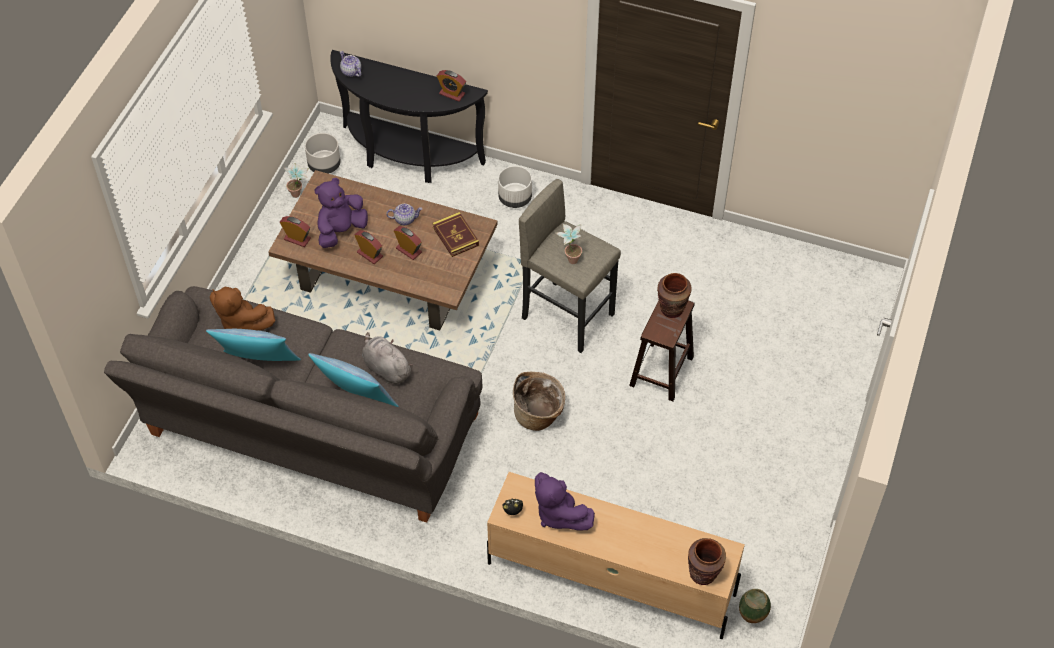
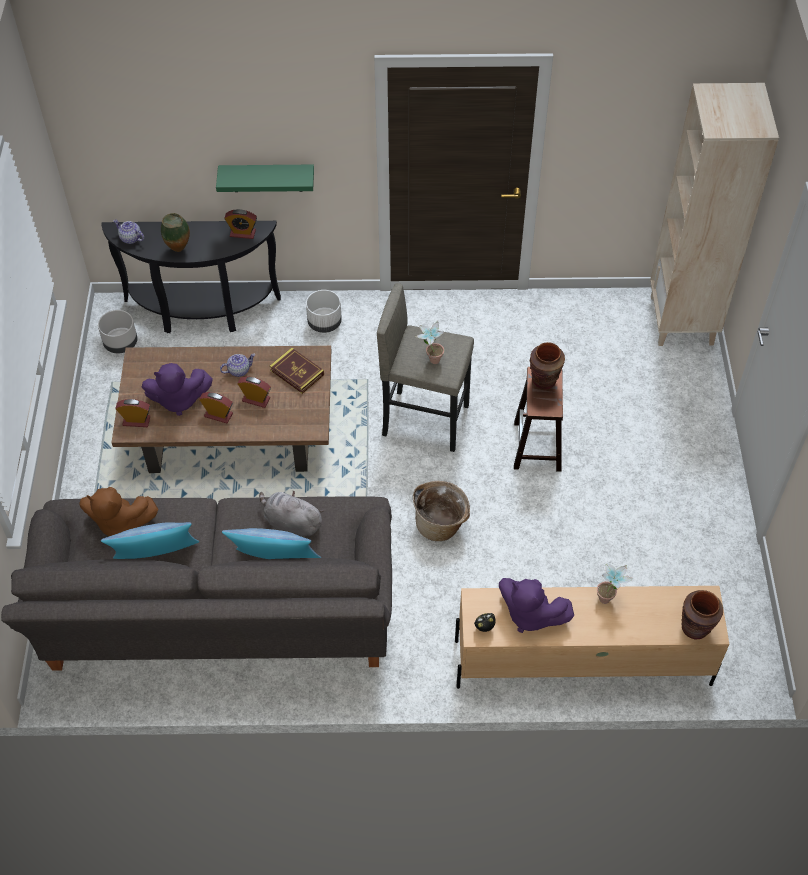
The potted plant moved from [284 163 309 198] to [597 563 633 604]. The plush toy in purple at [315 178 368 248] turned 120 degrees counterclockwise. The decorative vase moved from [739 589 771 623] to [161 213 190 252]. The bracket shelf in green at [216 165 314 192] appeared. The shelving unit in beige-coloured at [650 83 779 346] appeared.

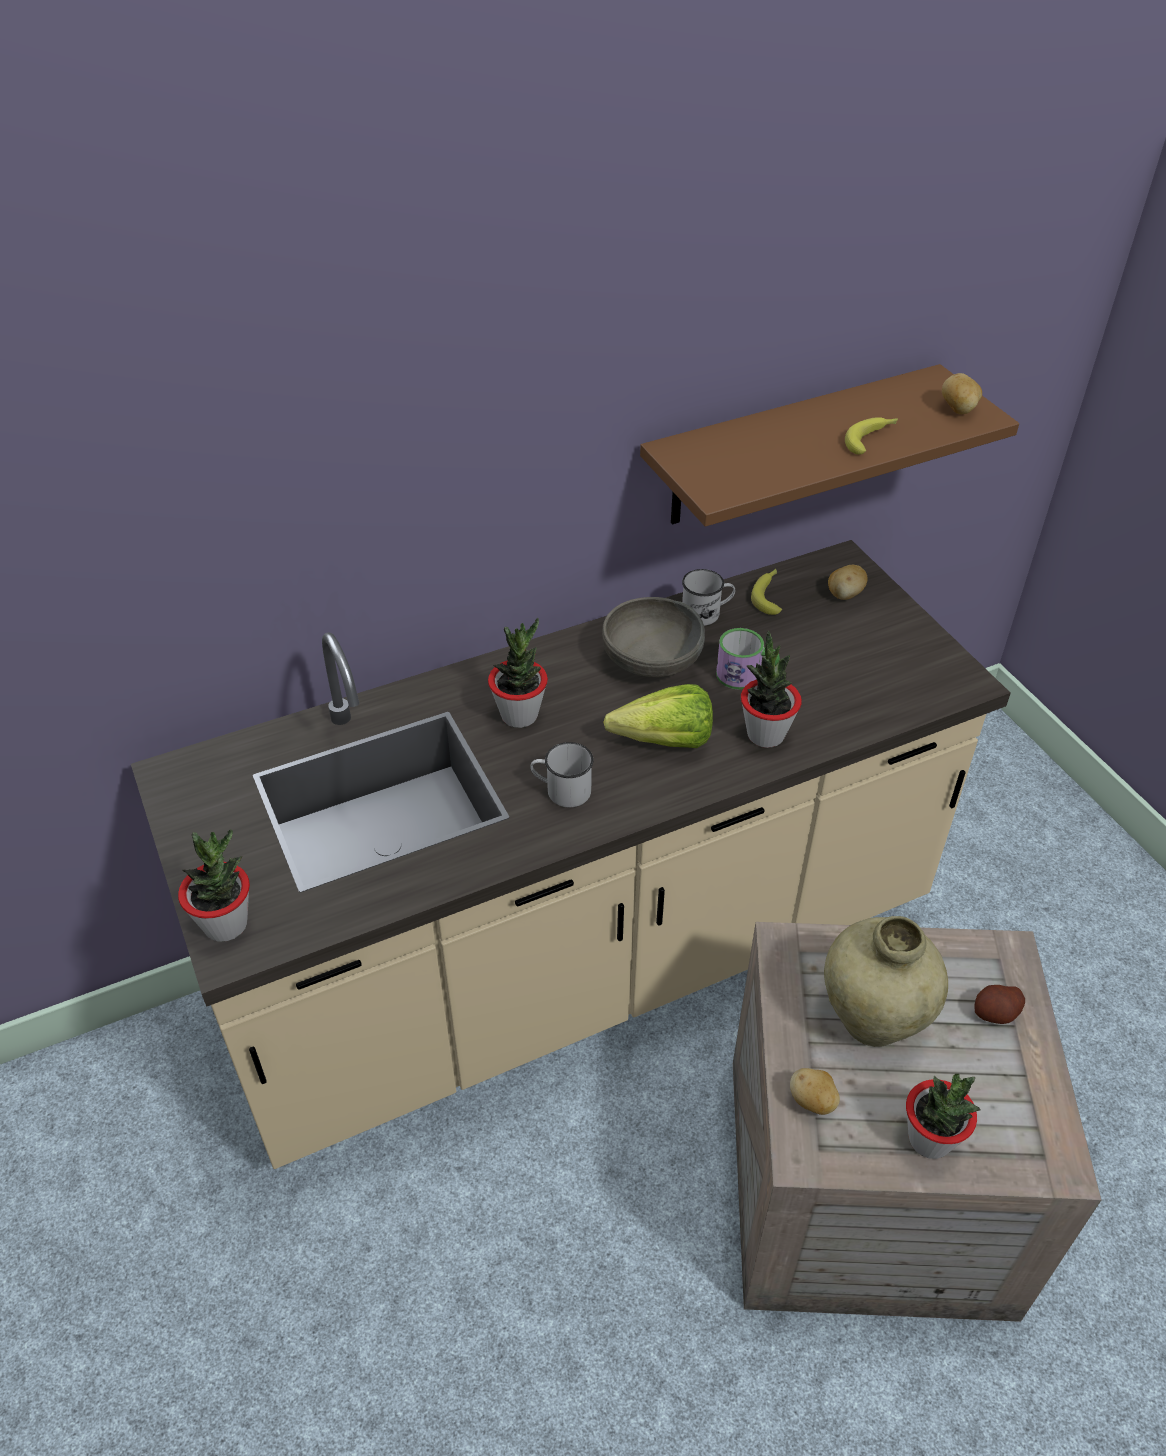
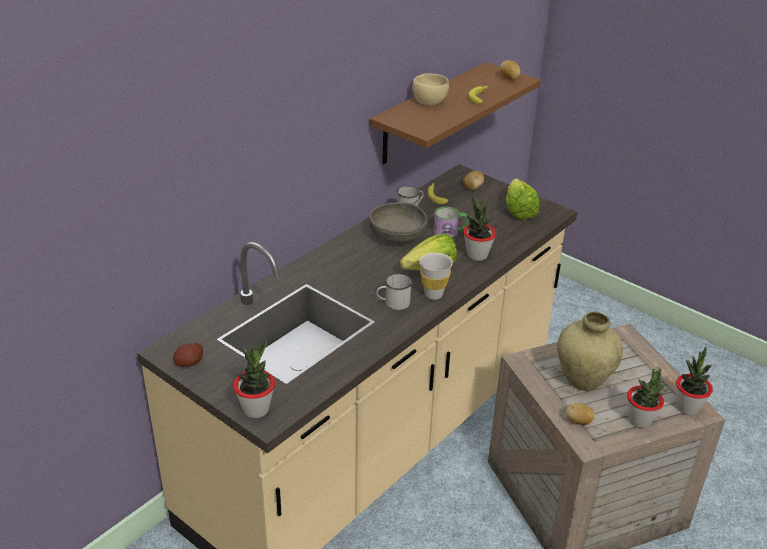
The potted plant moved from [488 618 548 728] to [676 347 713 415]. The spud moved from [975 985 1025 1024] to [173 343 203 367]. The bowl in beige-coloured at [412 73 449 106] appeared. The drinking cup in white-coloured at [419 252 453 300] appeared. The lettuce at [506 178 539 220] appeared.

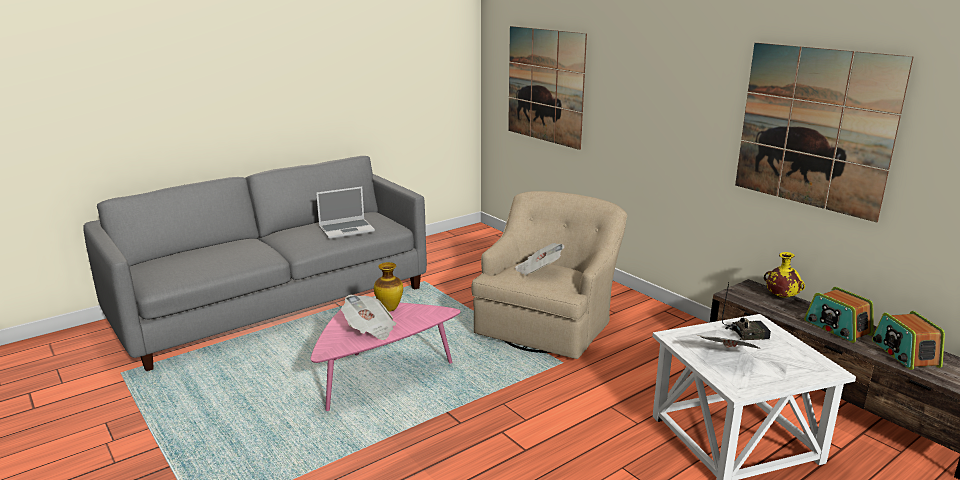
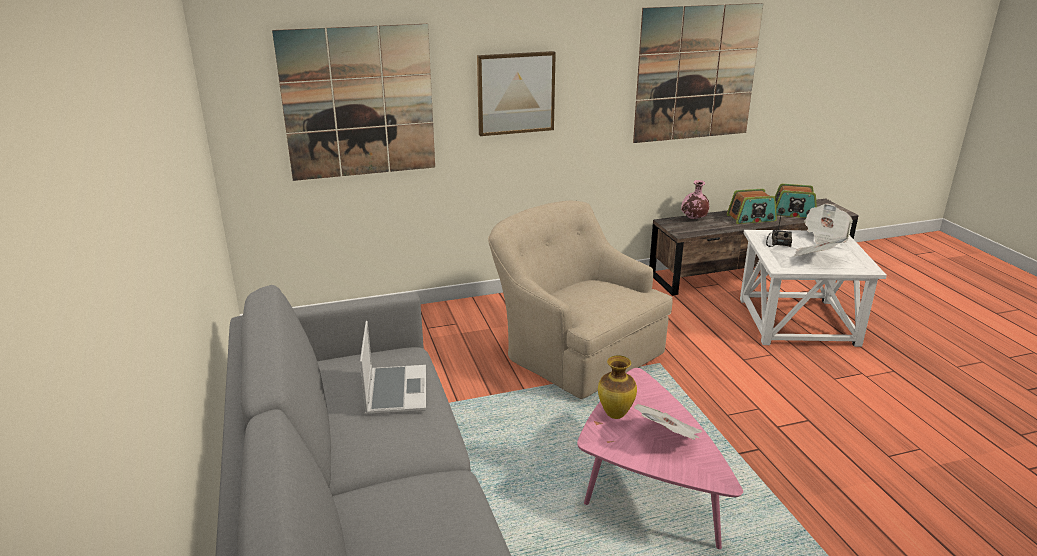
The printed paper moved from [515 243 565 276] to [804 204 853 244]. The decorative vase in yellowish at [764 252 805 298] became the decorative vase in pinkish at [681 180 709 219]. The picture at [477 51 556 136] appeared.

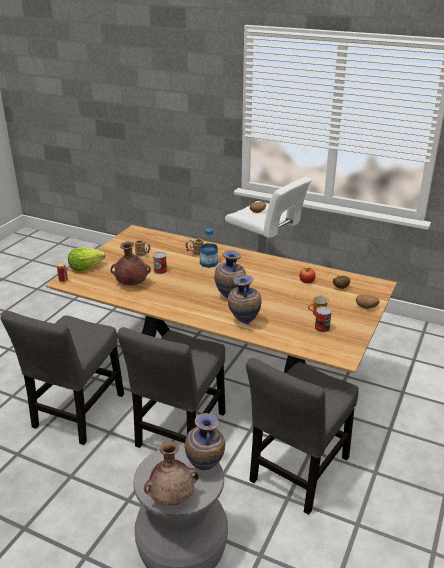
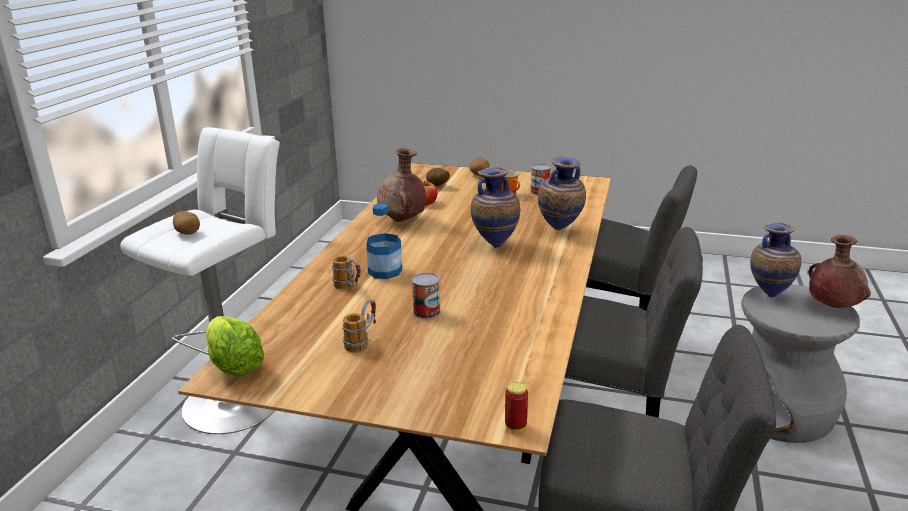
The lettuce moved from [68 248 105 271] to [206 316 264 376]. The decorative vase in brownish moved from [111 241 151 286] to [377 148 426 222].

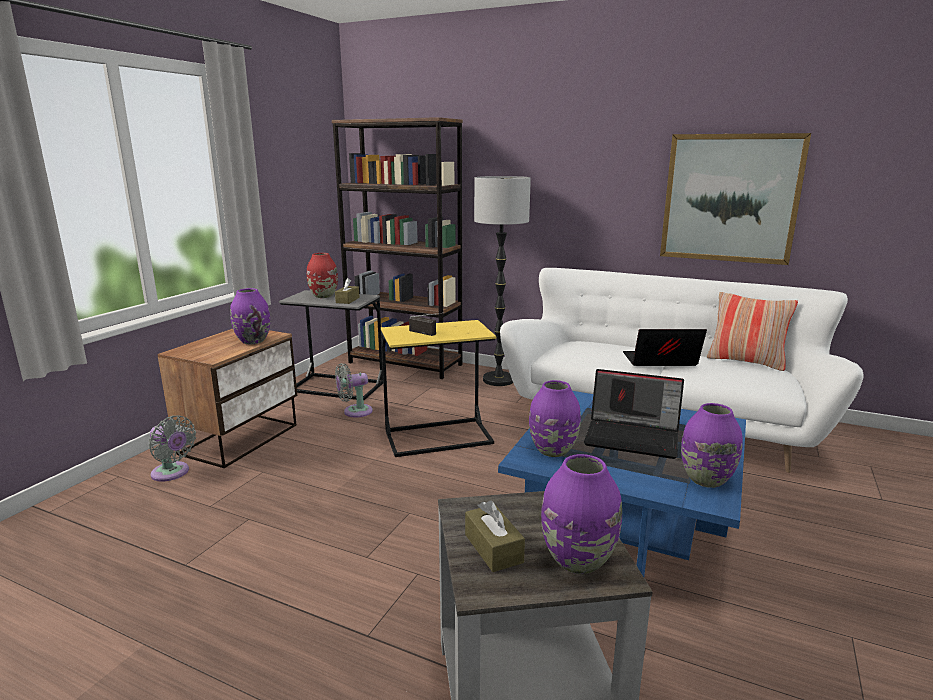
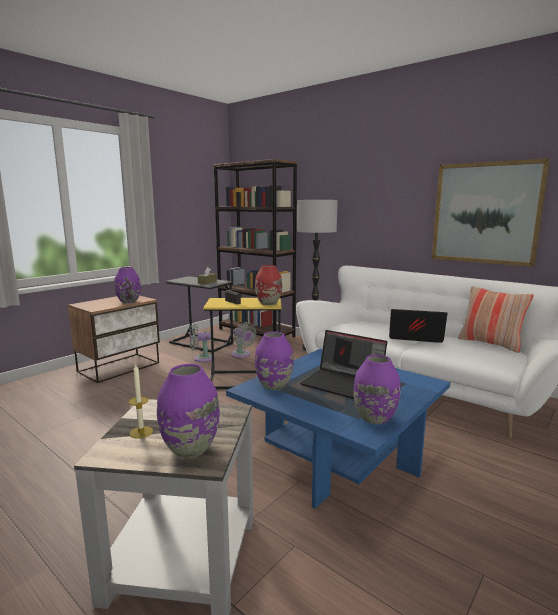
The electric fan in gray moved from [149 416 196 482] to [231 322 257 358]. The decorative vase in red-coloured moved from [307 253 338 298] to [255 265 282 305]. The tissue holder in brownish at [465 500 525 572] was replaced by the wax candle at [128 363 153 438].

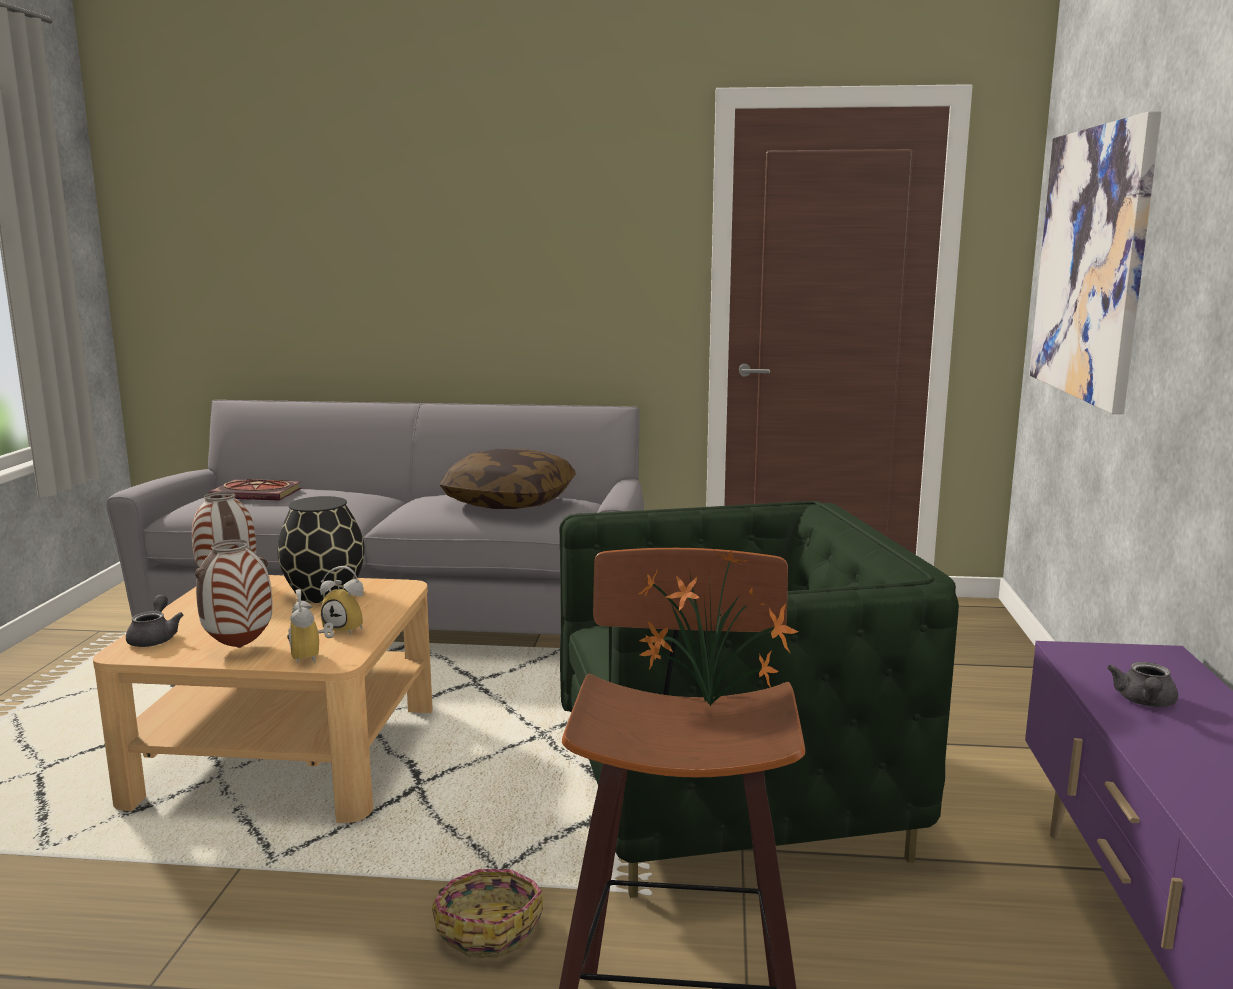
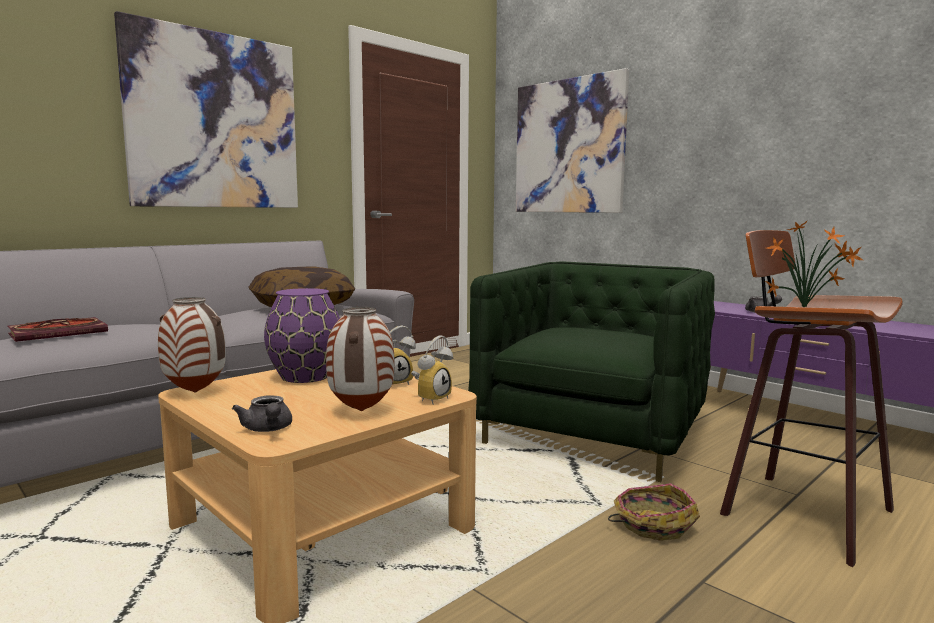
The pot for tea in gray at [126 595 183 647] turned 150 degrees counterclockwise. The decorative vase in blackish at [277 496 364 603] became the decorative vase in purple at [264 288 340 383]. The table clock at [287 589 334 664] turned 75 degrees counterclockwise. The picture at [114 11 298 208] appeared.

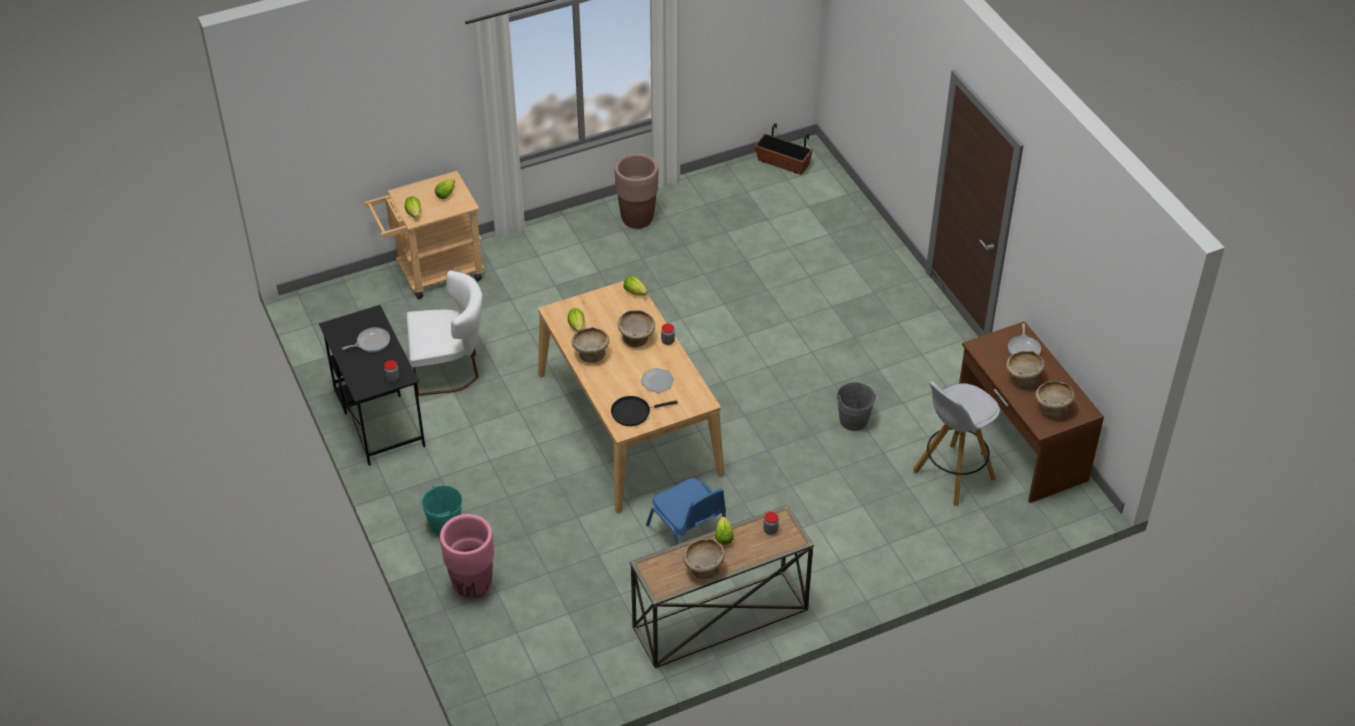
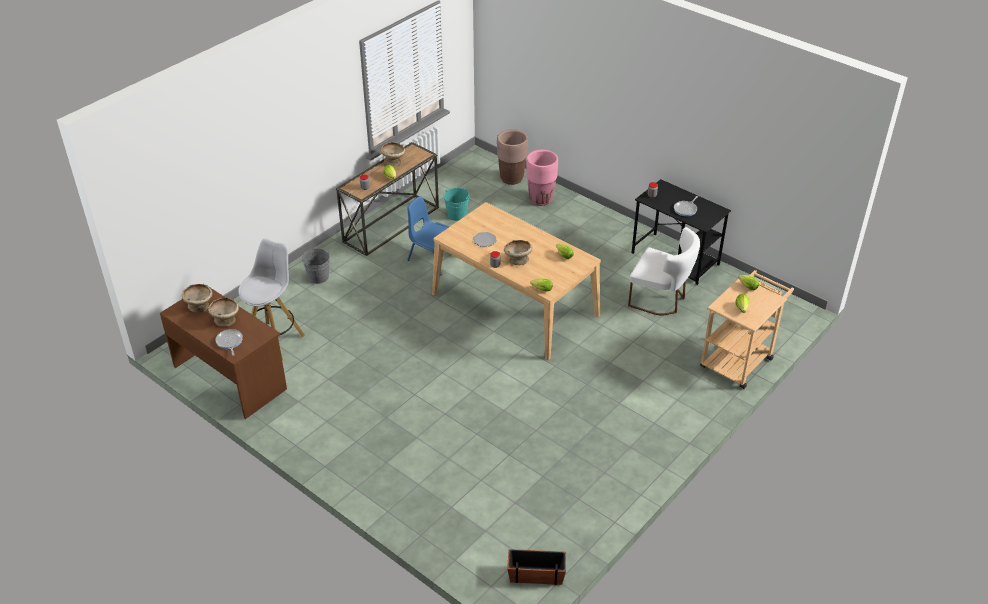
The upright chair in white-coloured at [407 271 483 396] turned 120 degrees counterclockwise. The bucket in blue-green moved from [421 486 462 536] to [444 188 470 221]. The bowl in beige-coloured at [572 327 609 363] disappeared. The frying pan in blackish at [611 396 678 426] disappeared. The planter in brownish moved from [615 153 658 229] to [497 129 528 185]. The bucket in gray moved from [836 382 876 431] to [302 248 330 284].

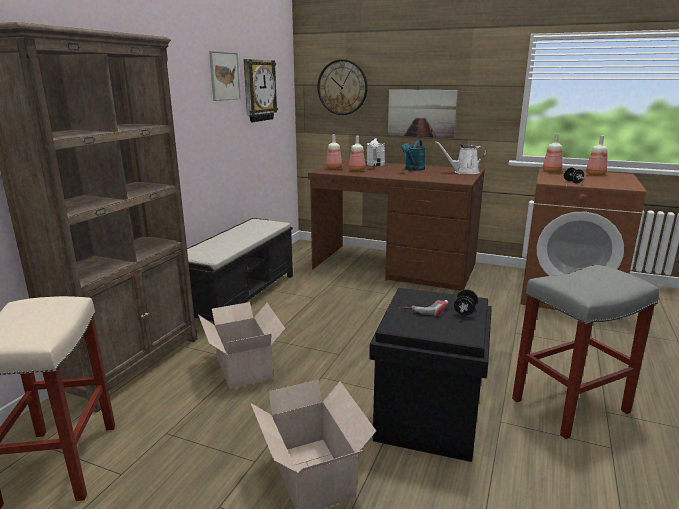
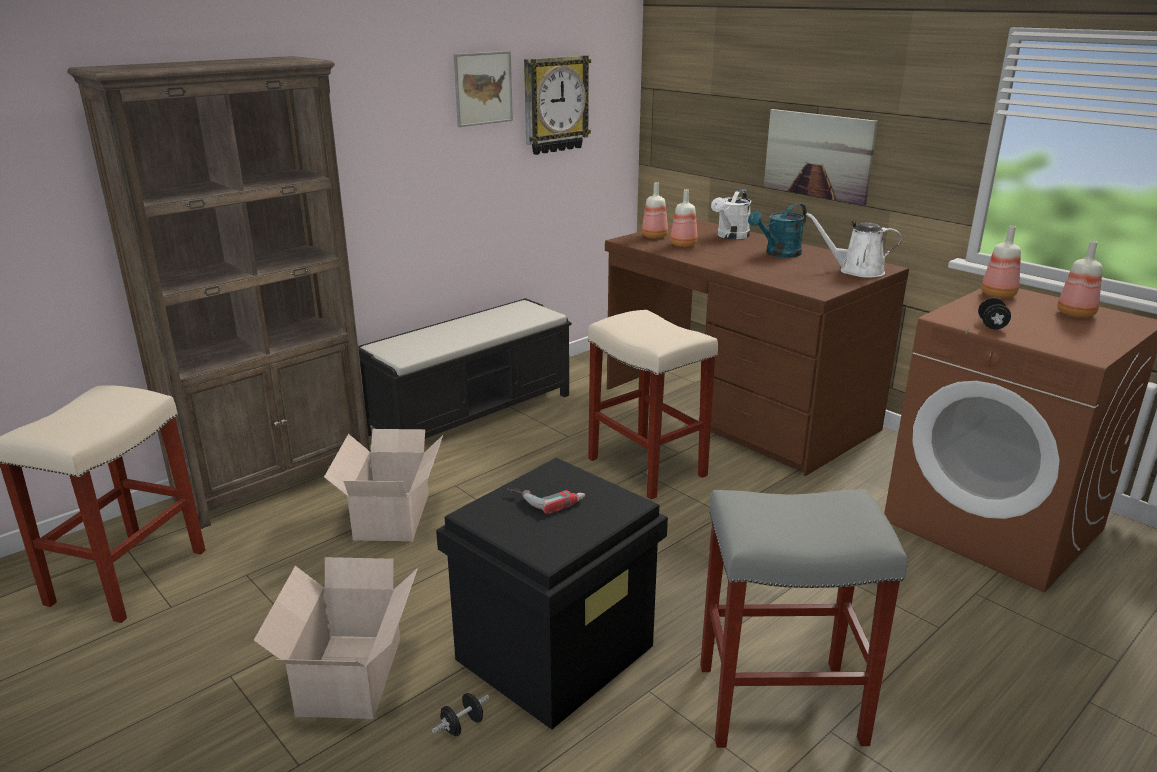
The clock on the wall at [318 59 368 115] disappeared. The dumbbell in blackish moved from [454 289 478 316] to [432 693 490 736]. The stool seat in beige-coloured at [588 310 718 499] appeared.

